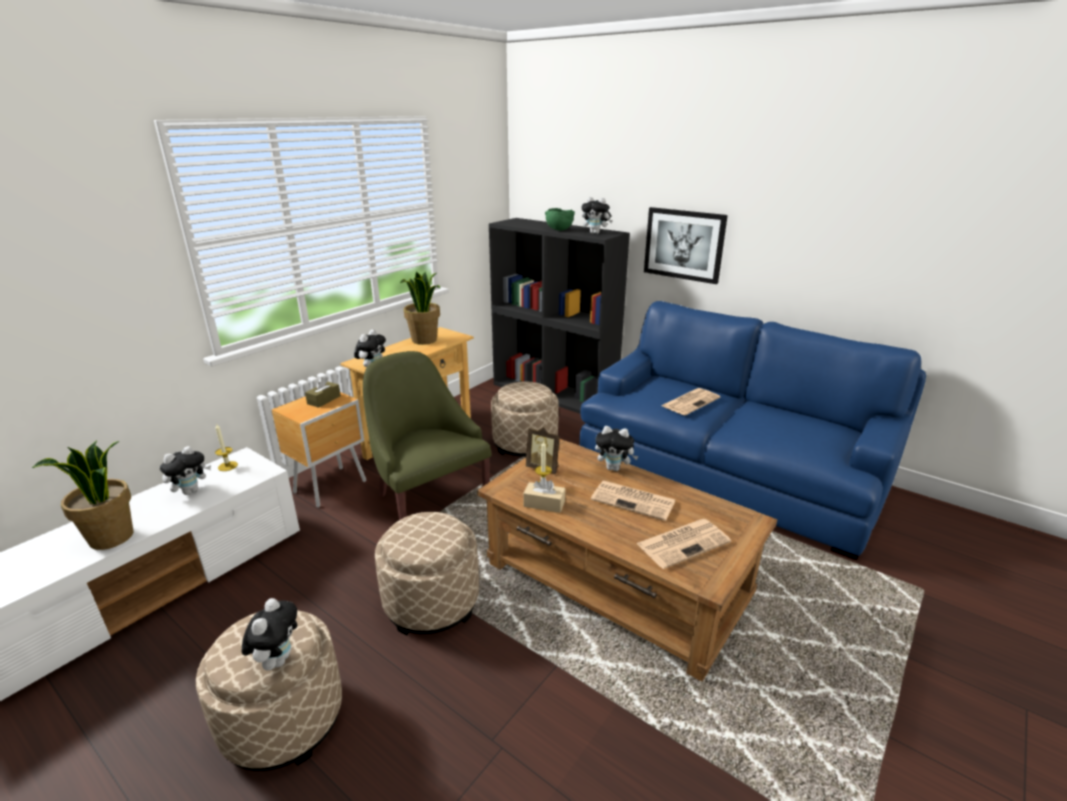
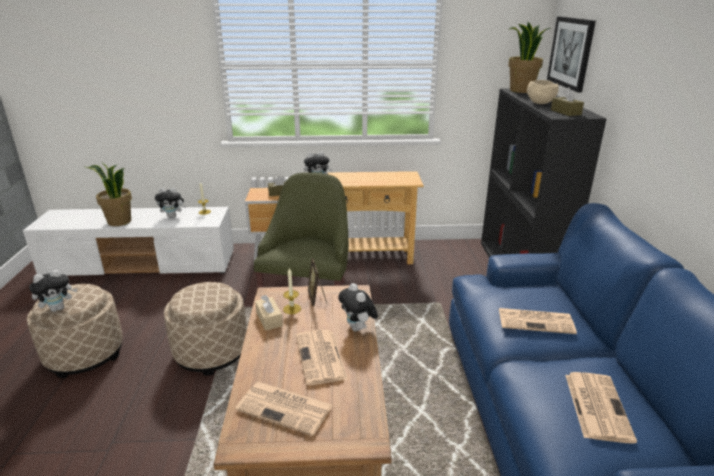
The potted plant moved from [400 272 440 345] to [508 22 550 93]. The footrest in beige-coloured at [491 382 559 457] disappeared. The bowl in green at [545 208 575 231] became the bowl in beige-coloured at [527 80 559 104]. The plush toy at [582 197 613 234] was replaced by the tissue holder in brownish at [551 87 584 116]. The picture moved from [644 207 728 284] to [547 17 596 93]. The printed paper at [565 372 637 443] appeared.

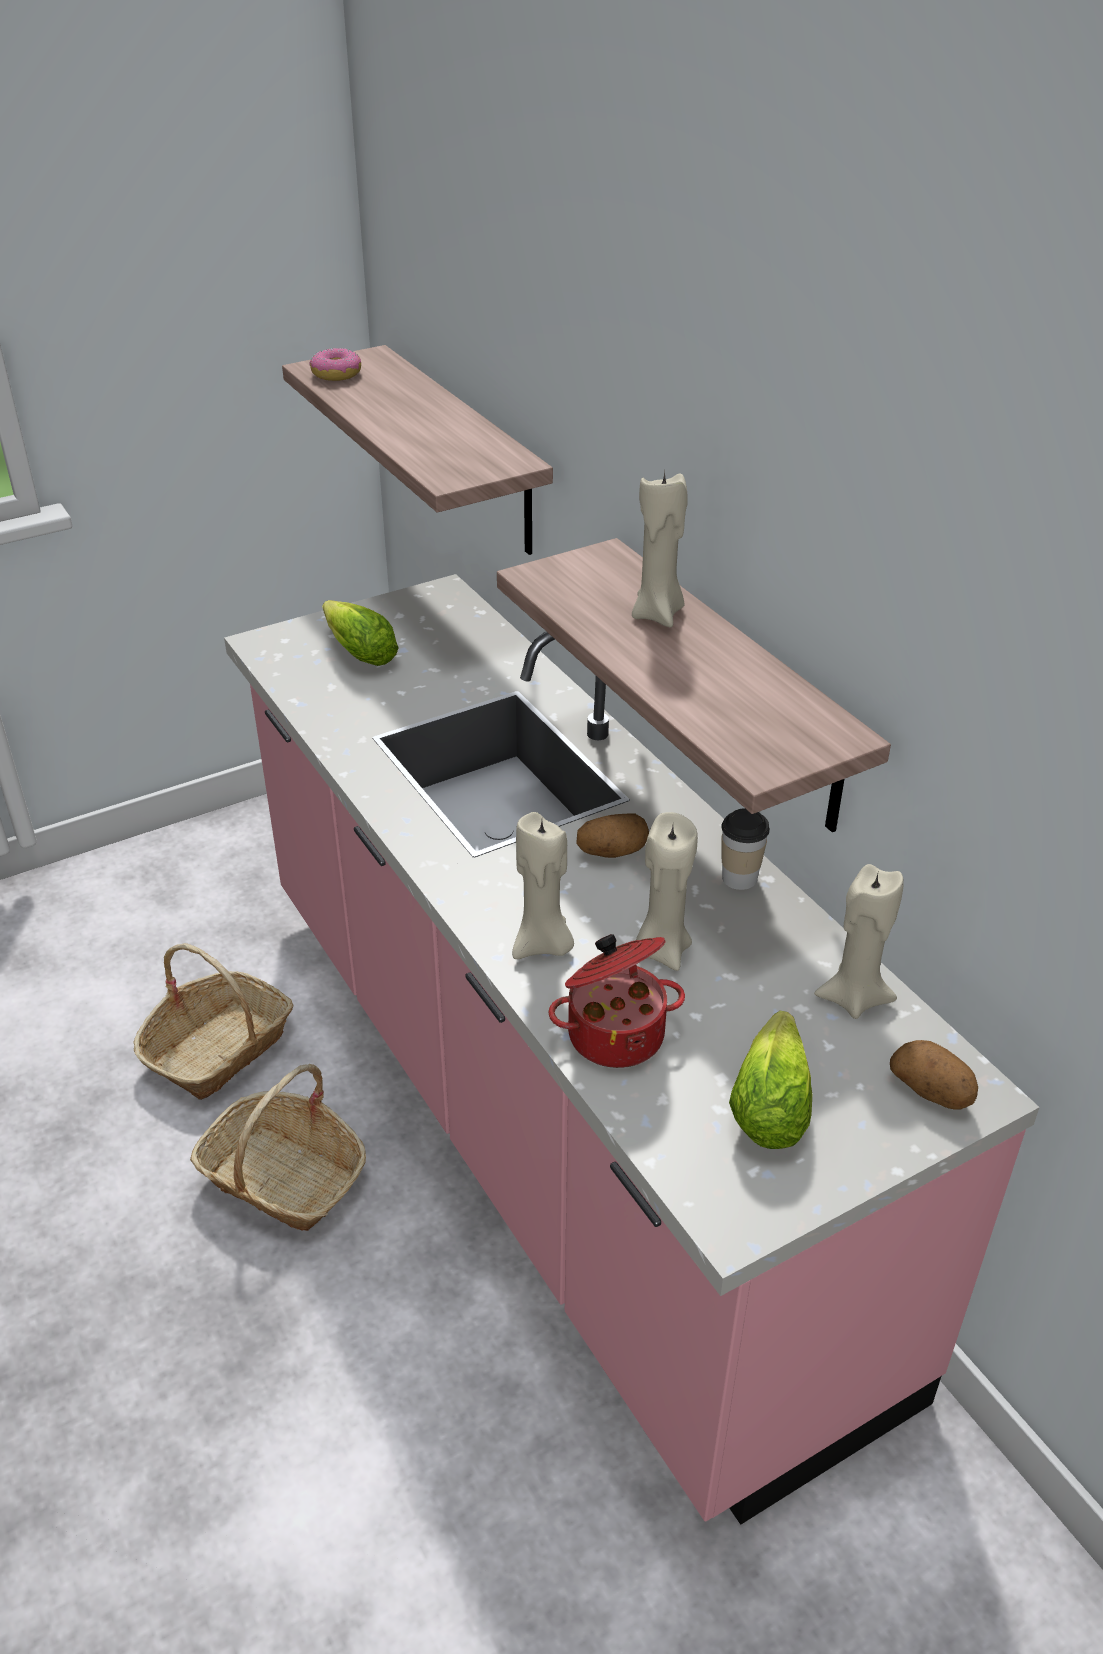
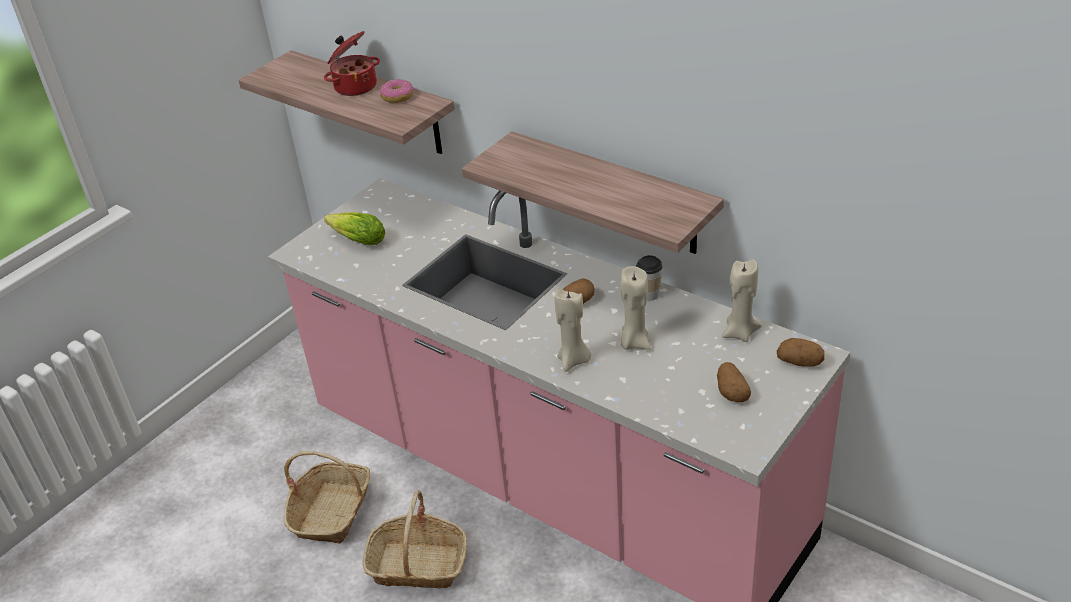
The doughnut moved from [309 348 361 381] to [380 79 414 103]. The saucepot moved from [548 934 685 1068] to [324 31 380 96]. The wax candle in beige-coloured at [632 471 688 627] disappeared. The lettuce at [729 1011 812 1149] was replaced by the spud at [717 362 751 402].

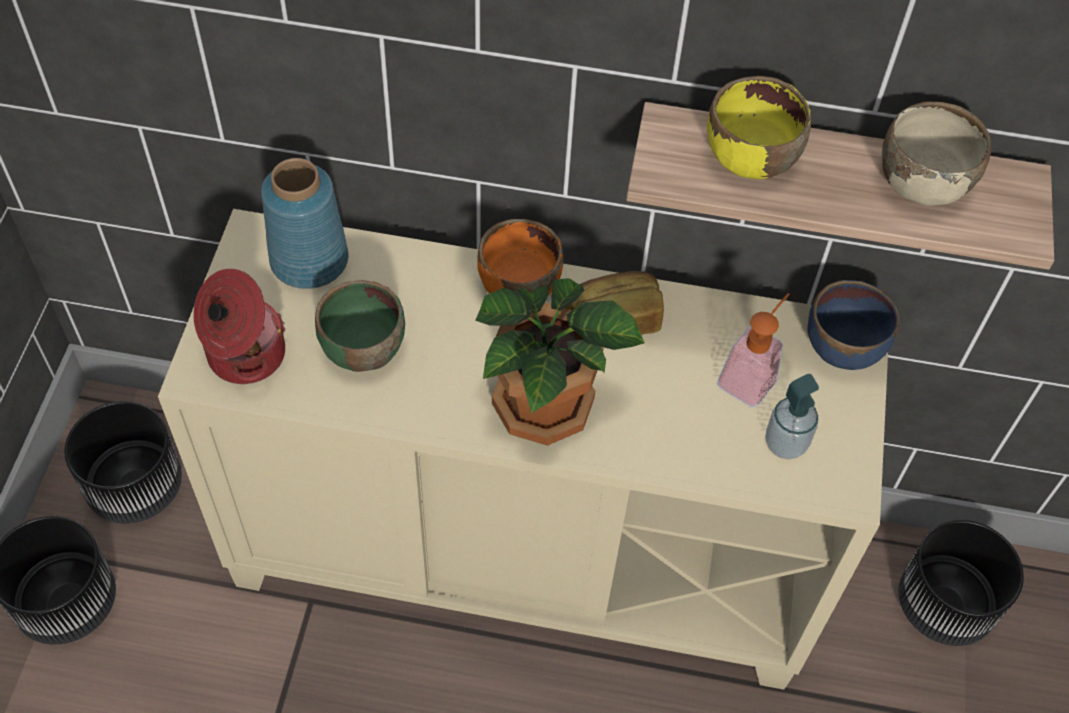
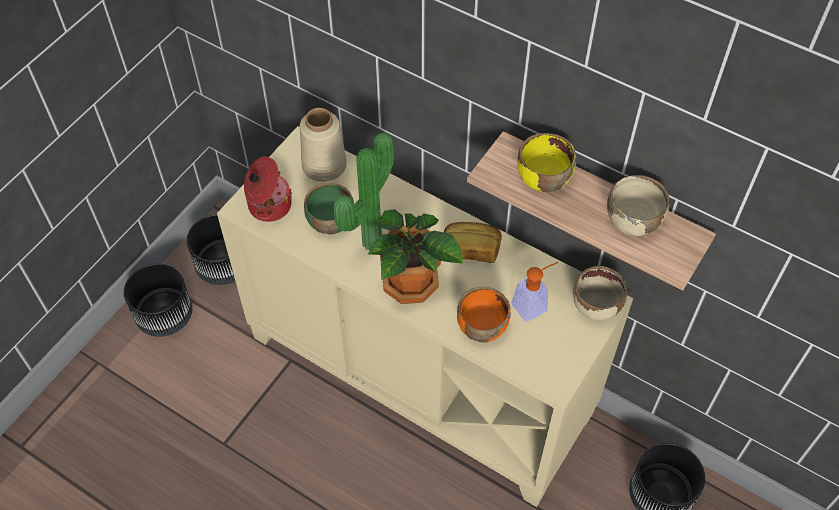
The decorative vase in blue at [261 158 348 289] became the decorative vase in beige-coloured at [300 108 347 182]. The bowl in orange moved from [477 219 563 296] to [457 287 511 343]. The soap bottle at [765 374 819 459] disappeared. The bowl in blue at [807 280 900 370] became the bowl in beige-coloured at [573 266 627 321]. The potted plant at [334 132 394 250] appeared.

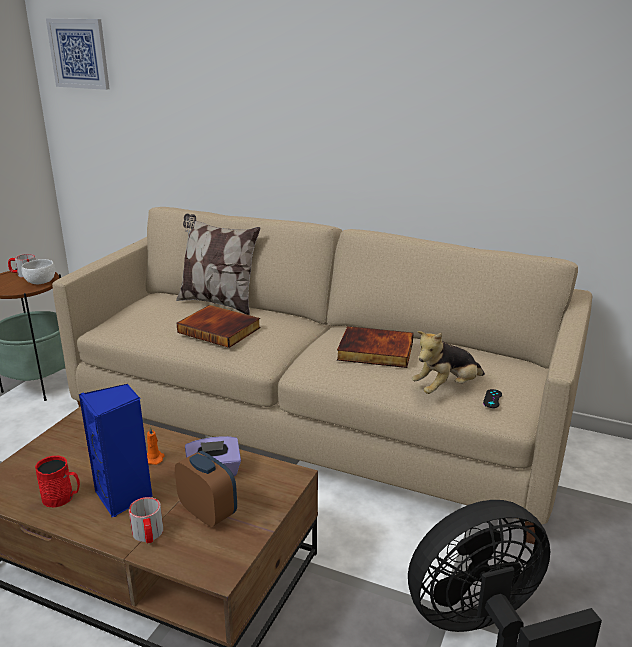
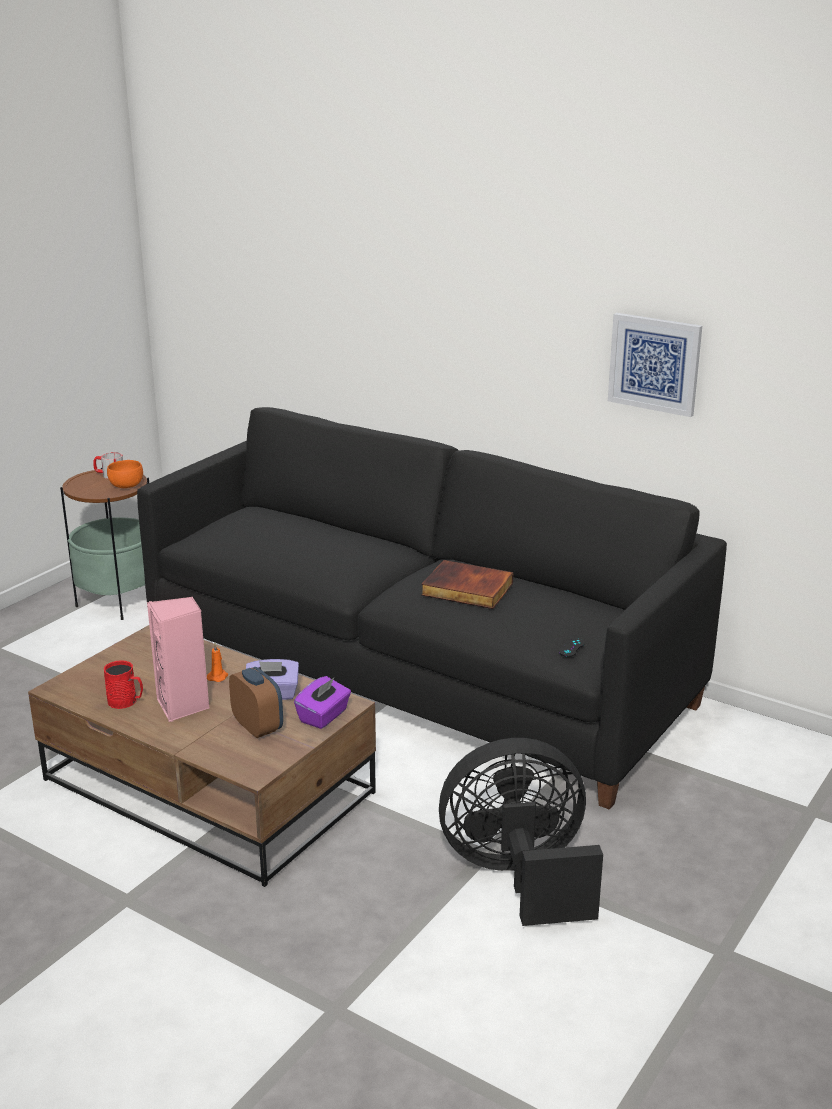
The bowl in white-coloured at [21 259 55 284] became the bowl in orange at [107 460 143 488]. The picture moved from [46 18 109 90] to [608 313 702 417]. The couch in beige-coloured at [52 207 592 544] became the couch in blackish at [137 407 727 810]. The audio speaker in blue at [79 384 153 517] became the audio speaker in pinkish at [147 597 209 722]. The coffee mug at [129 497 163 543] disappeared. The cushion at [176 213 260 315] disappeared. The volume at [176 305 261 348] disappeared. The plush toy at [412 331 485 394] disappeared. The tissue holder in purple at [294 676 351 729] appeared.

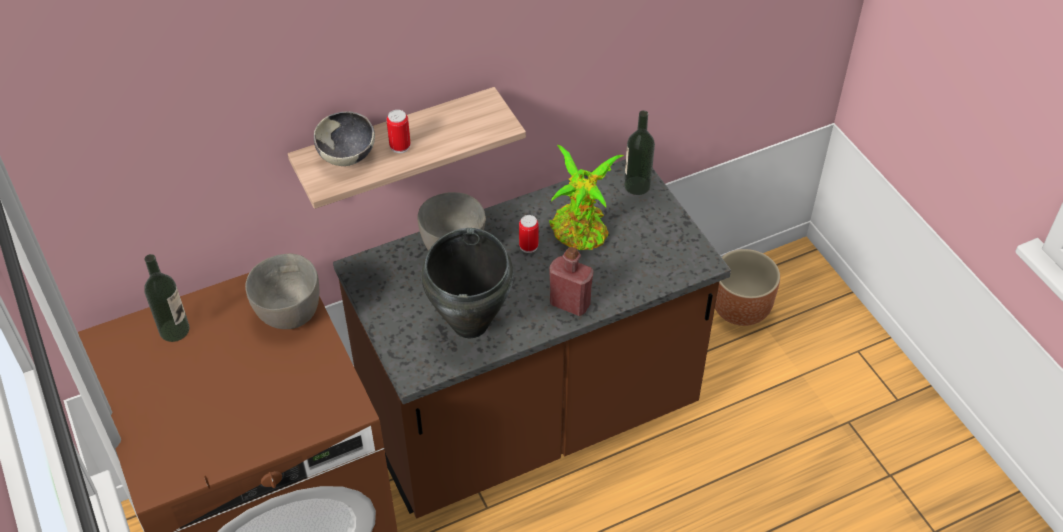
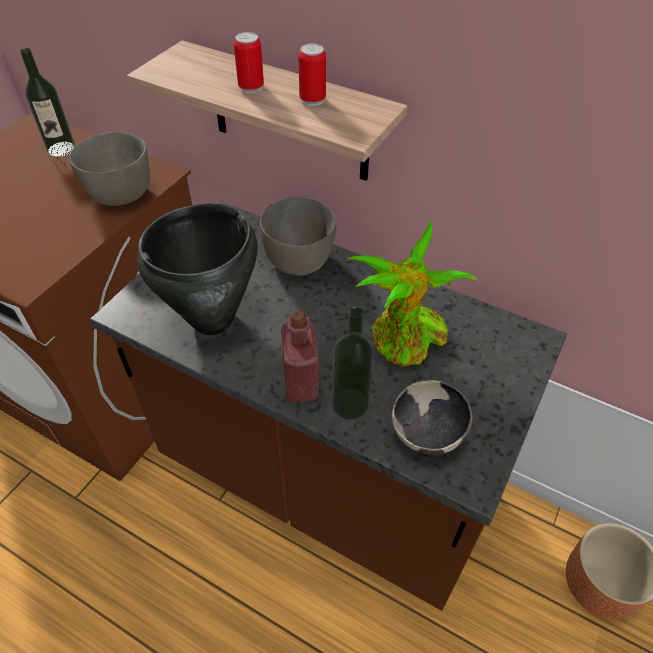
The bowl moved from [314 111 375 166] to [392 380 473 455]. The metal can moved from [519 215 539 253] to [298 43 326 106]. The drink bottle moved from [624 110 655 195] to [332 307 375 419].

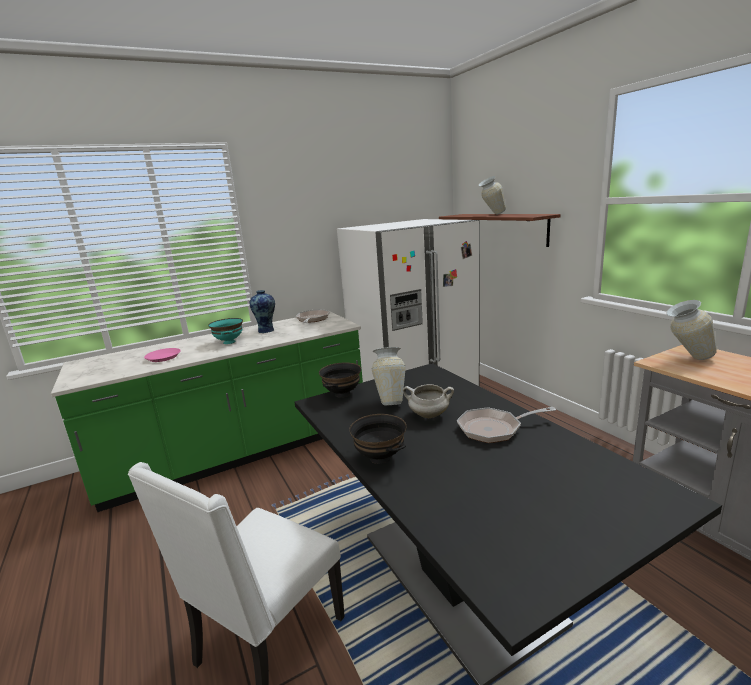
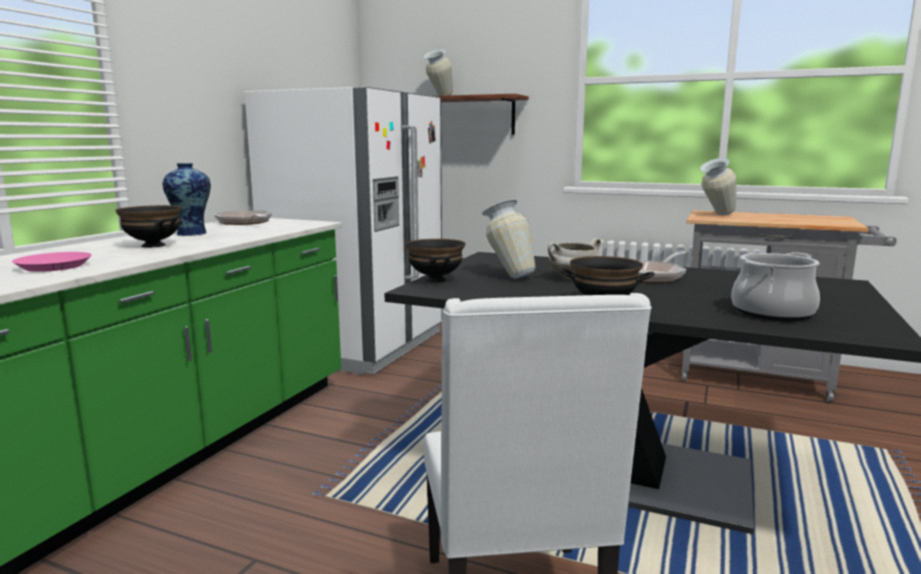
The bowl in blue-green at [208 318 243 344] became the bowl in blackish at [115 205 182 247]. The saucepot at [731 252 820 321] appeared.

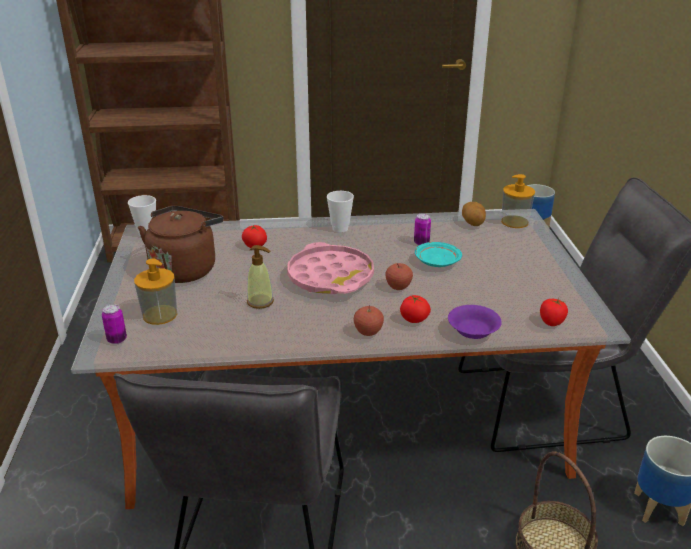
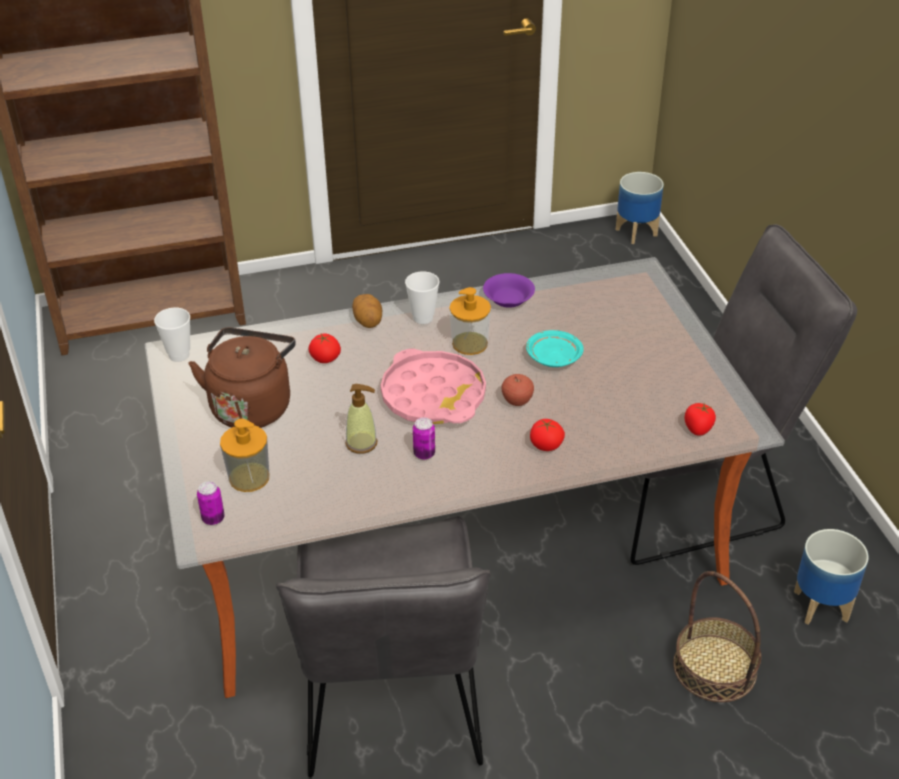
The whole apple at [354 305 384 336] disappeared. The metal can moved from [414 213 431 245] to [413 417 435 460]. The bowl in purple moved from [448 305 502 339] to [483 273 535 308]. The spud moved from [462 202 486 226] to [352 294 382 328]. The soap bottle moved from [501 174 535 228] to [449 287 491 355].

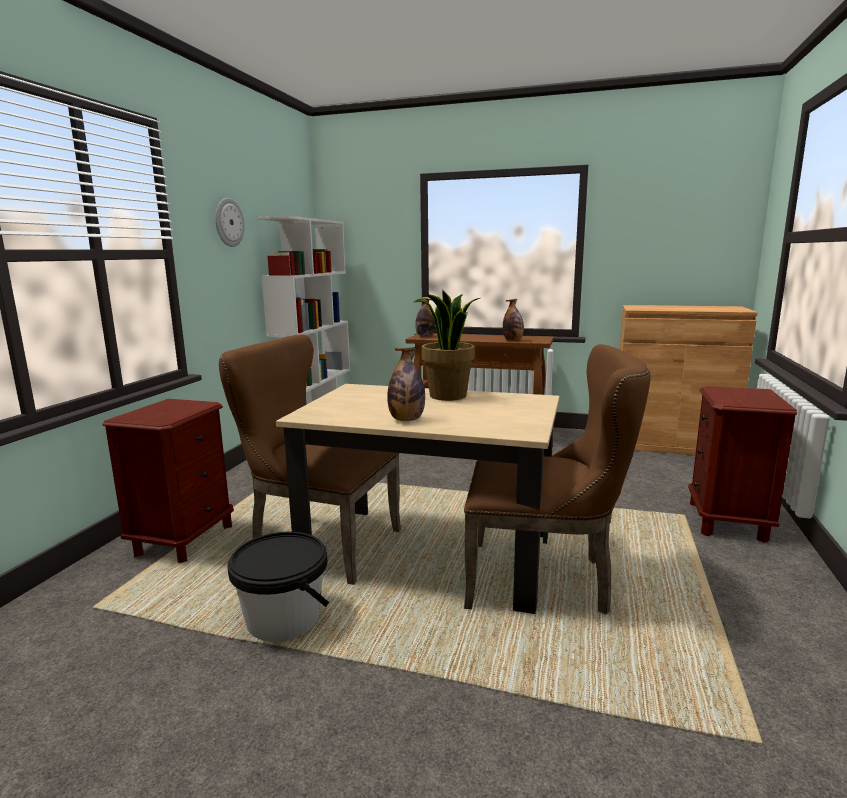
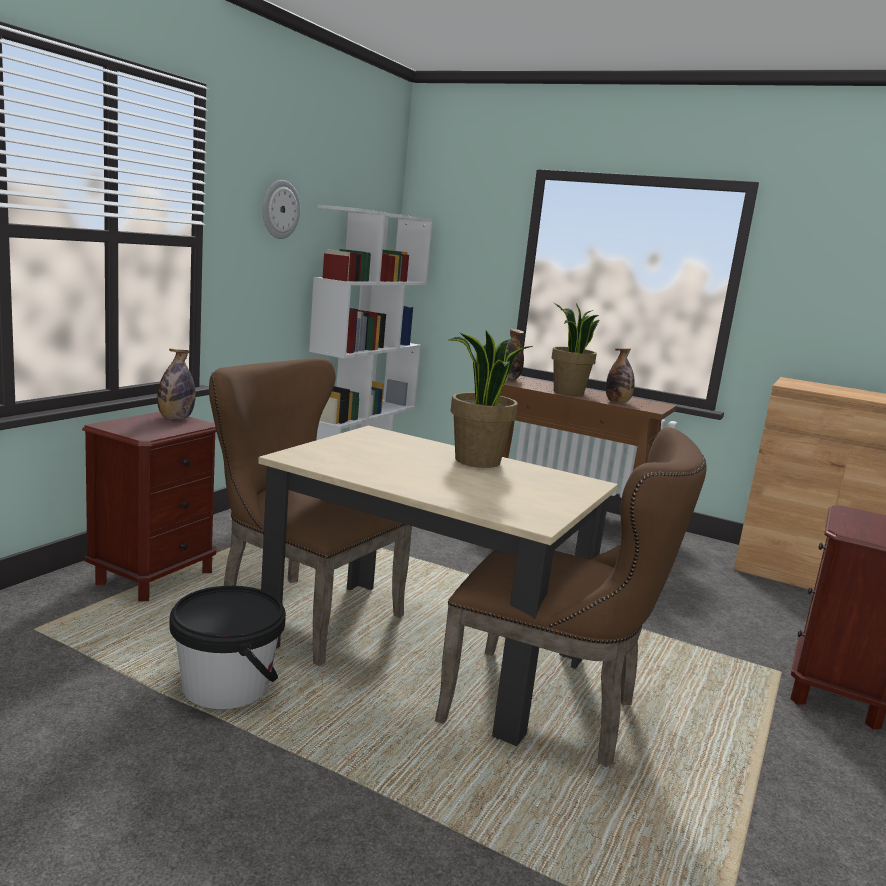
The drink bottle moved from [387 347 425 421] to [157 349 196 419]. The potted plant at [552 303 599 396] appeared.

